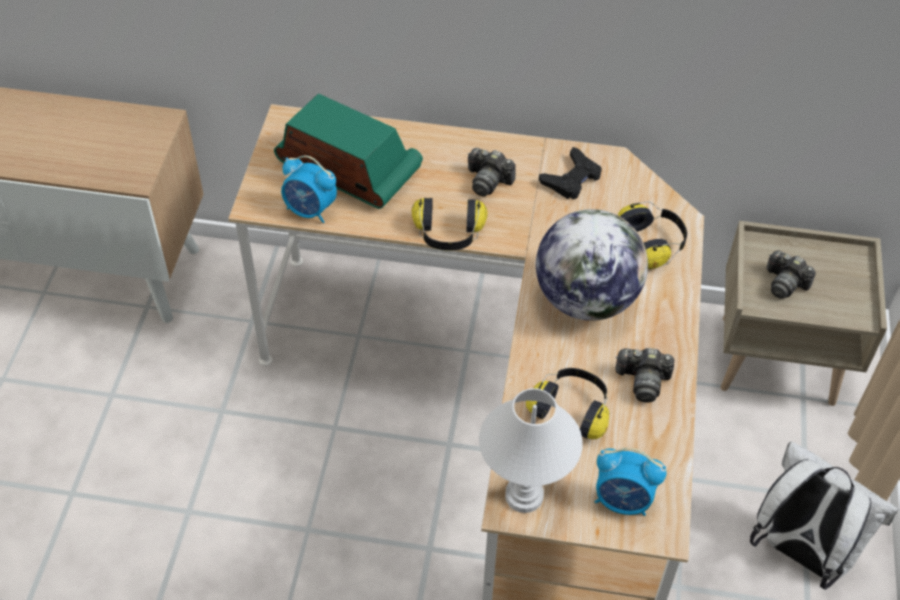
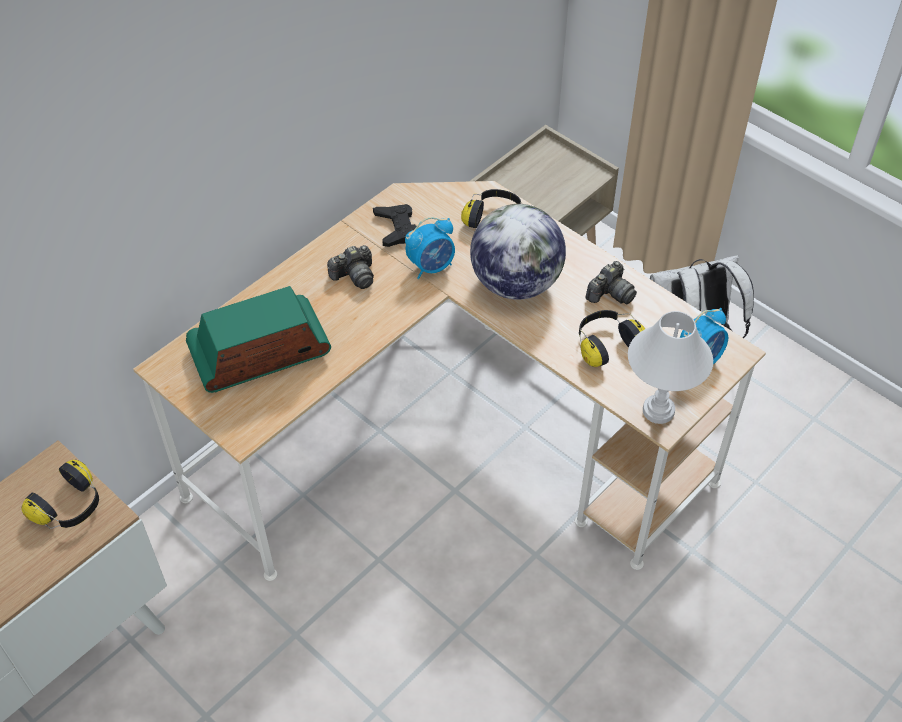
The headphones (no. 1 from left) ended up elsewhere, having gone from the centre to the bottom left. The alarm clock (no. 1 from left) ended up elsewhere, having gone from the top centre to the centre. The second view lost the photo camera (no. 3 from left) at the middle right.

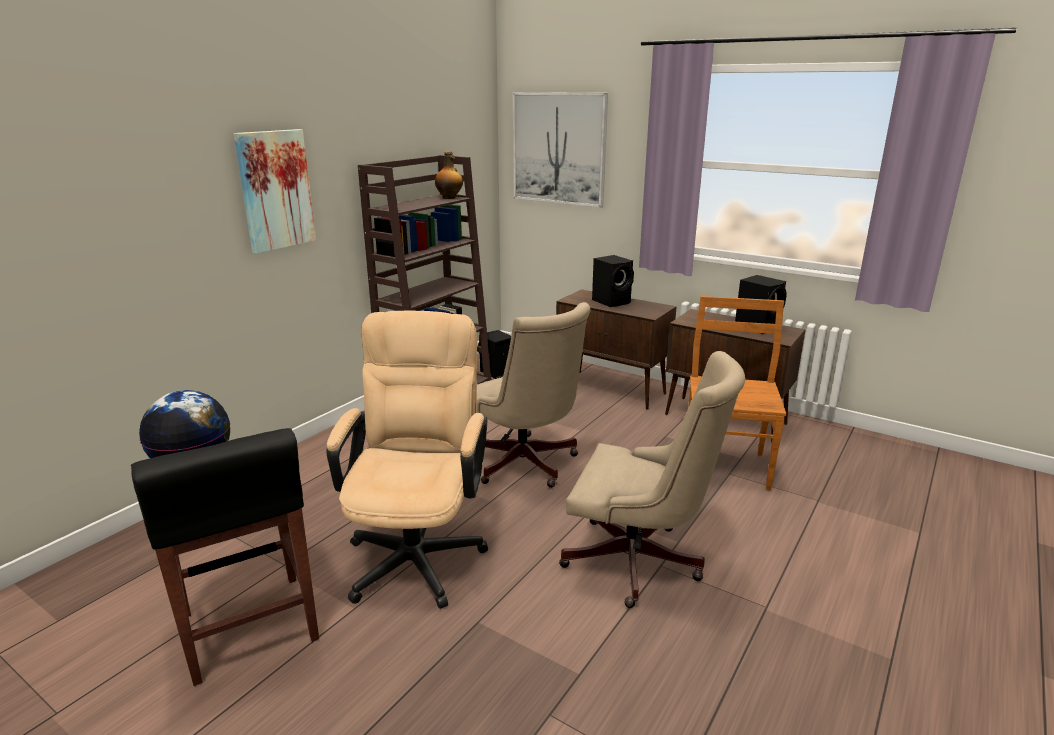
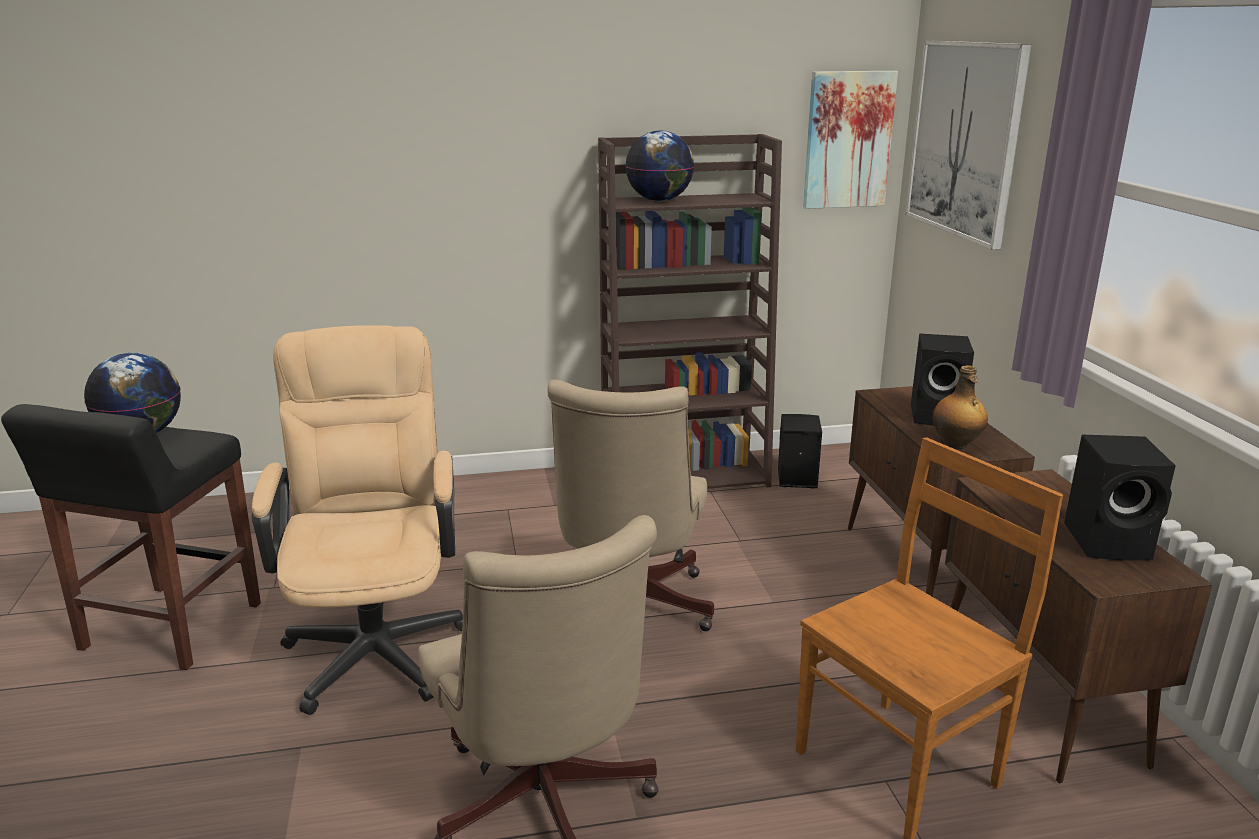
The beige office chair (no. 1 from left) at the centre ended up facing another way, 60 degrees counterclockwise from before. The second view gained the globe (no. 2 from left) at the top centre. The picture (no. 1 from left) ended up elsewhere, having gone from the top left to the top right. The bottle ended up elsewhere, having gone from the top centre to the middle right.

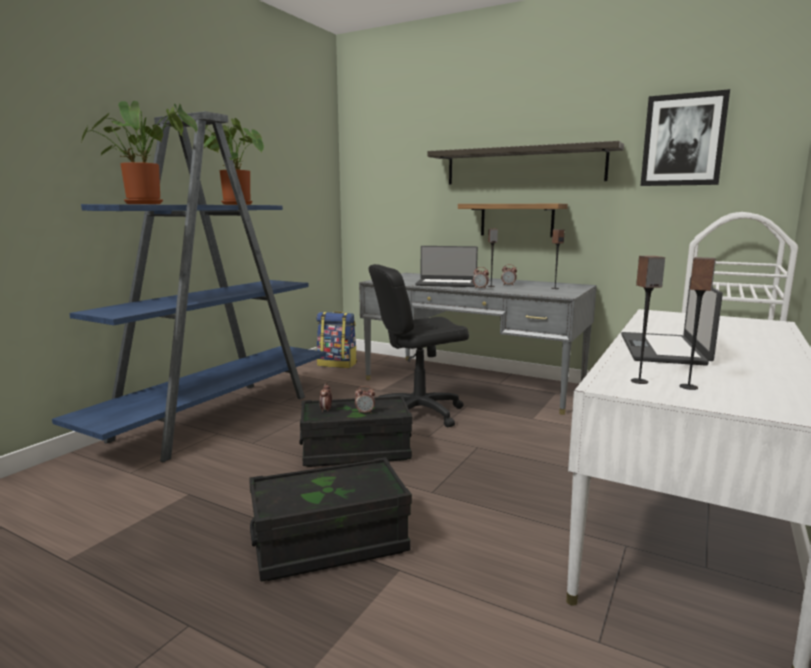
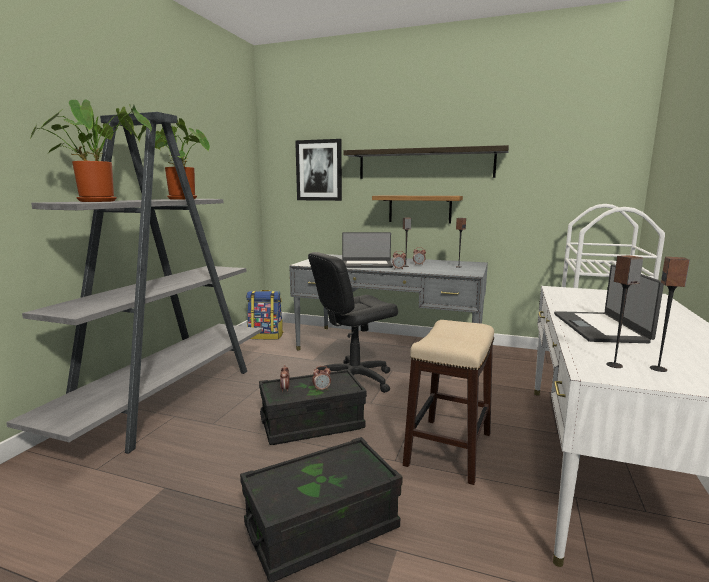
What was the blue bookcase at the middle left turned into the grey bookcase at the middle left. The picture ended up elsewhere, having gone from the top right to the top centre. The second view gained the stool at the bottom centre.

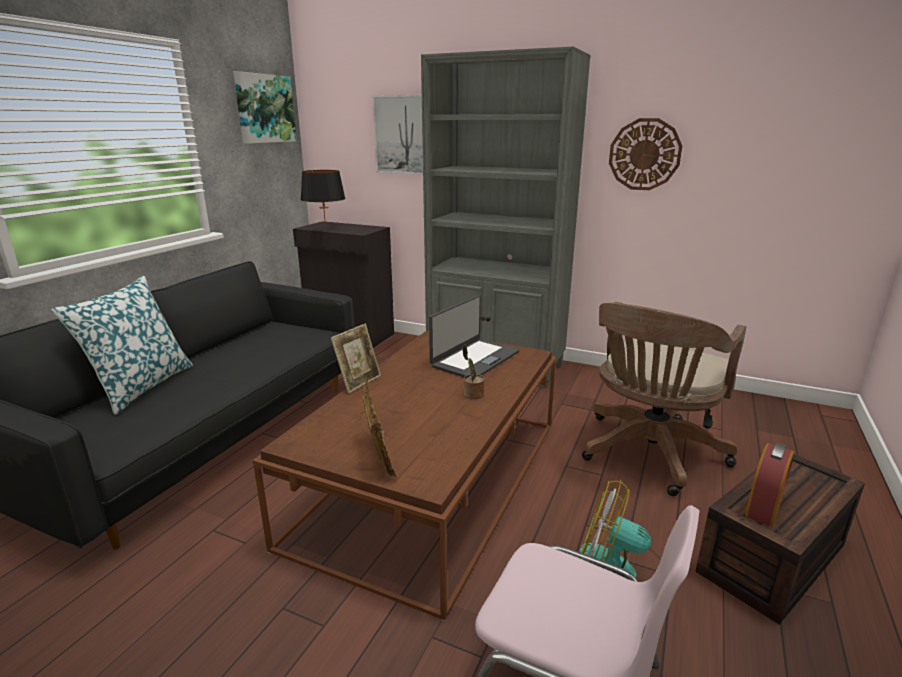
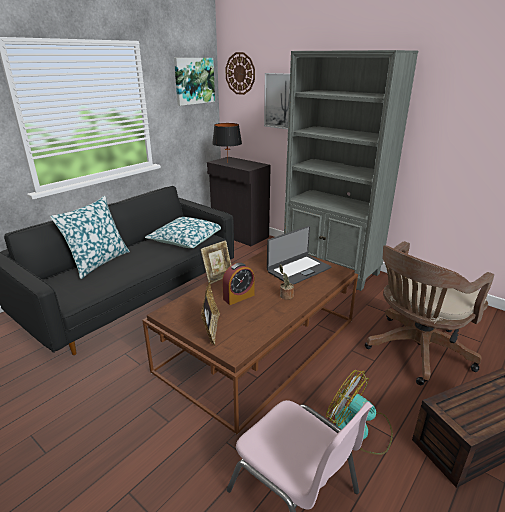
The second view gained the pillow (no. 2 from left) at the centre. The alarm clock ended up elsewhere, having gone from the bottom right to the centre. The wall clock ended up elsewhere, having gone from the top right to the top centre.

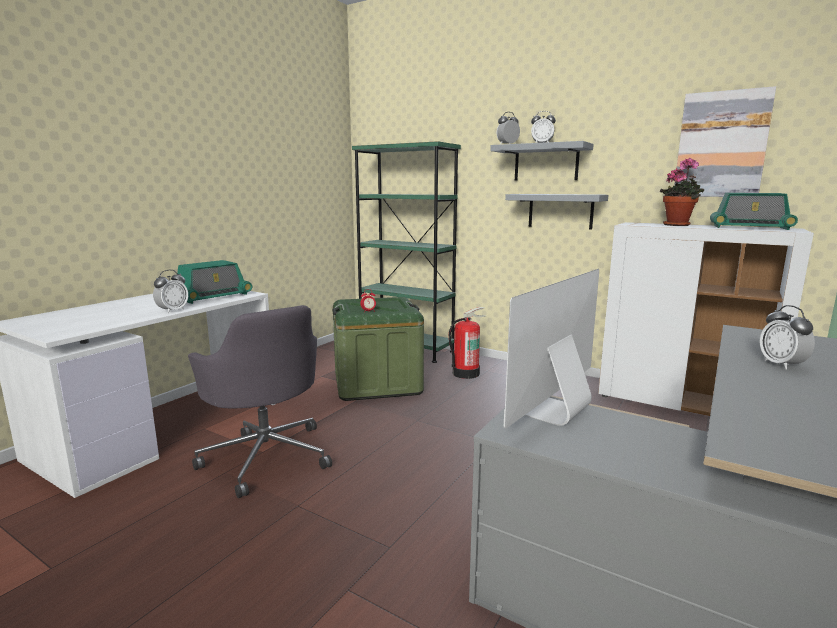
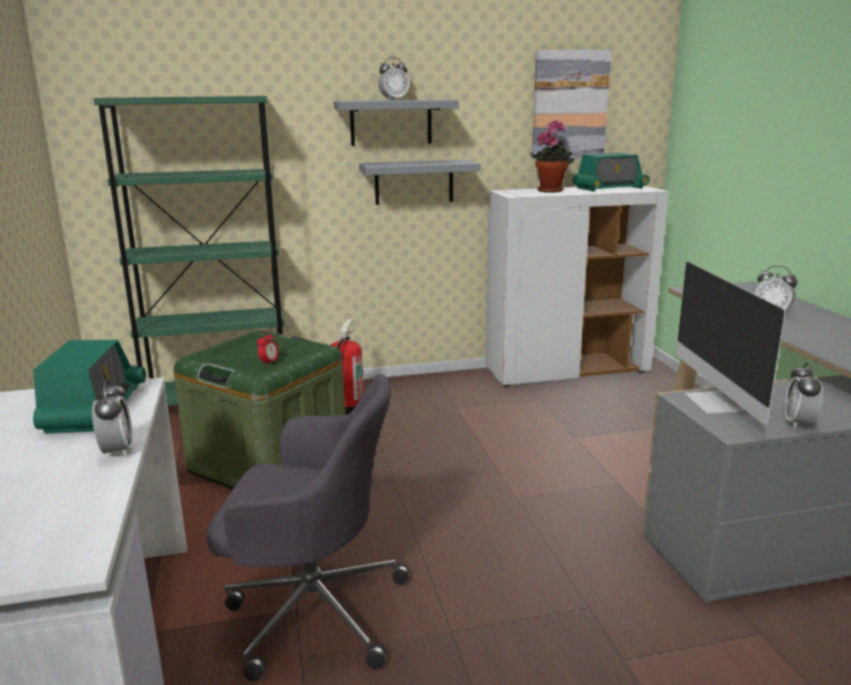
The alarm clock (no. 3 from left in the first image) ended up elsewhere, having gone from the top centre to the middle right.

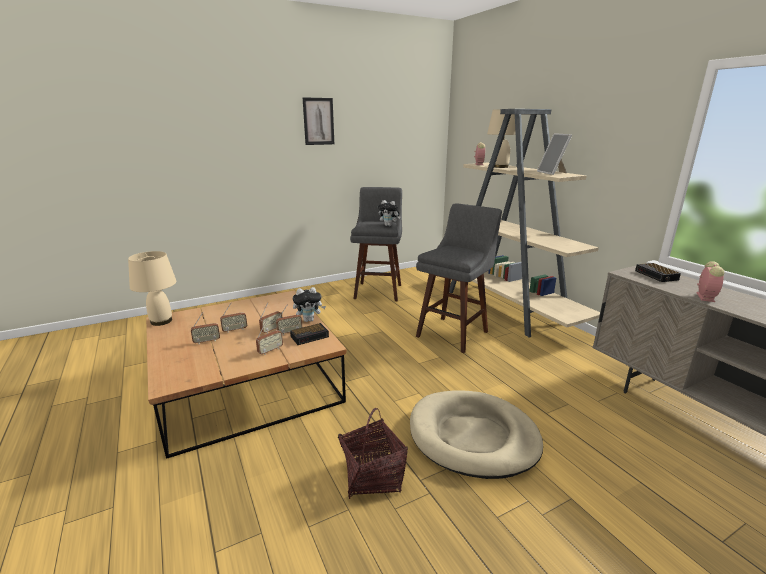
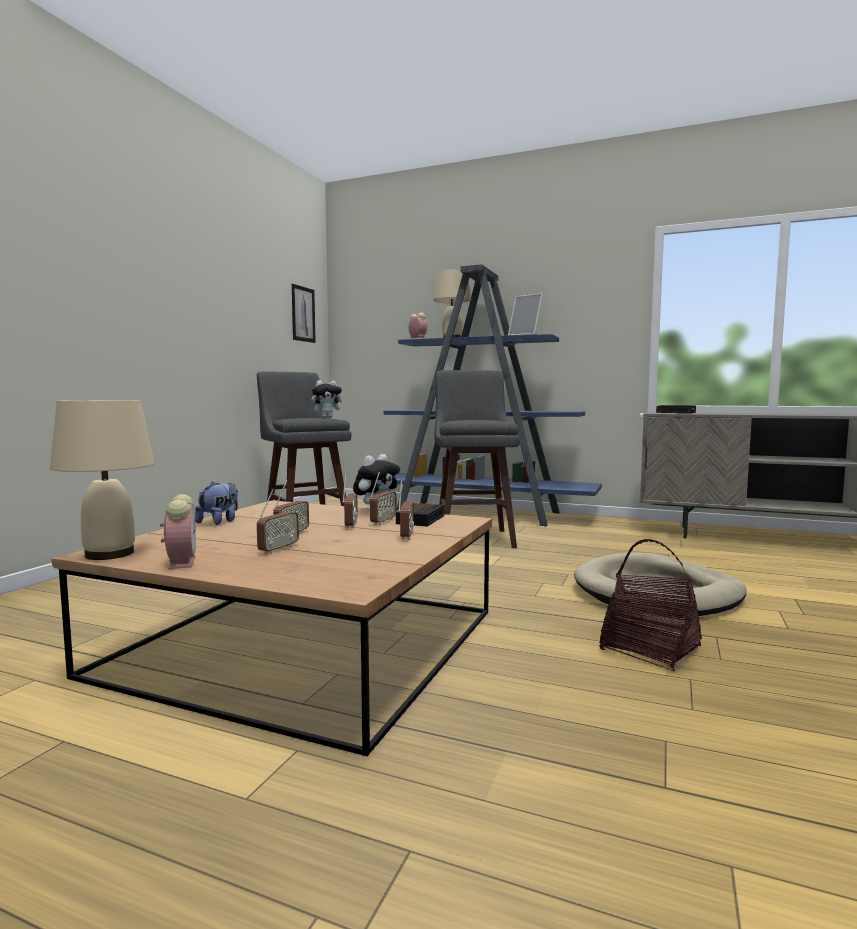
The alarm clock (no. 4 from left in the first image) ended up elsewhere, having gone from the middle right to the middle left. The second view gained the plush toy (no. 1 from left) at the middle left. The picture ended up elsewhere, having gone from the top centre to the centre. What was the beige bookcase at the middle right turned into the blue bookcase at the centre.

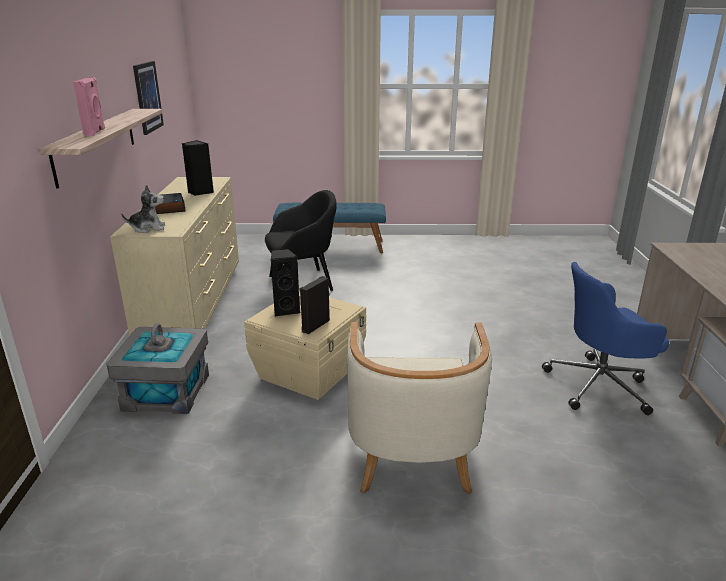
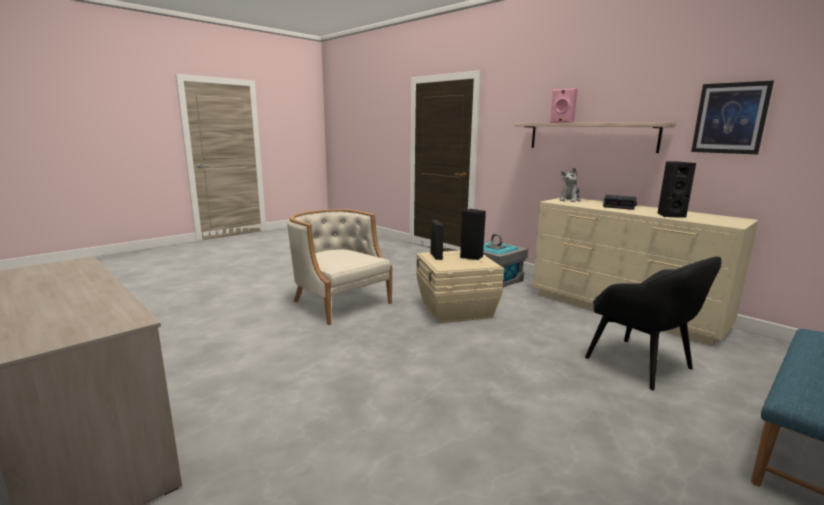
The black armchair at the centre ended up facing another way, 60 degrees counterclockwise from before. The second view lost the blue office chair at the middle right.

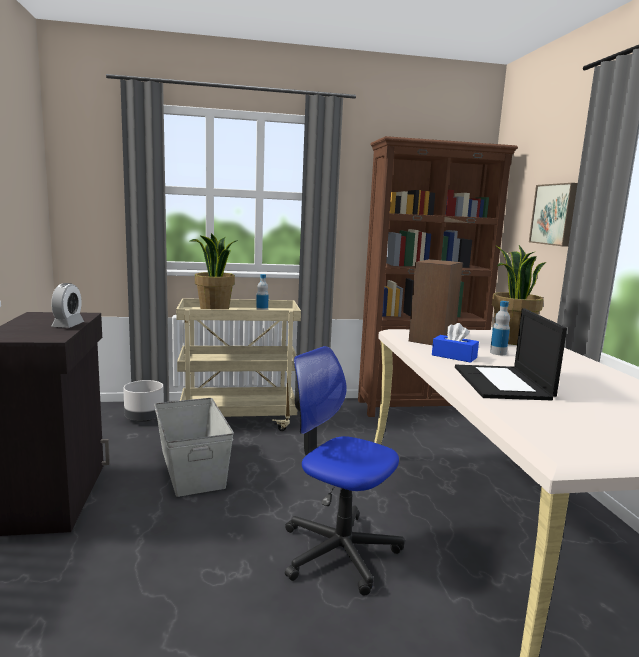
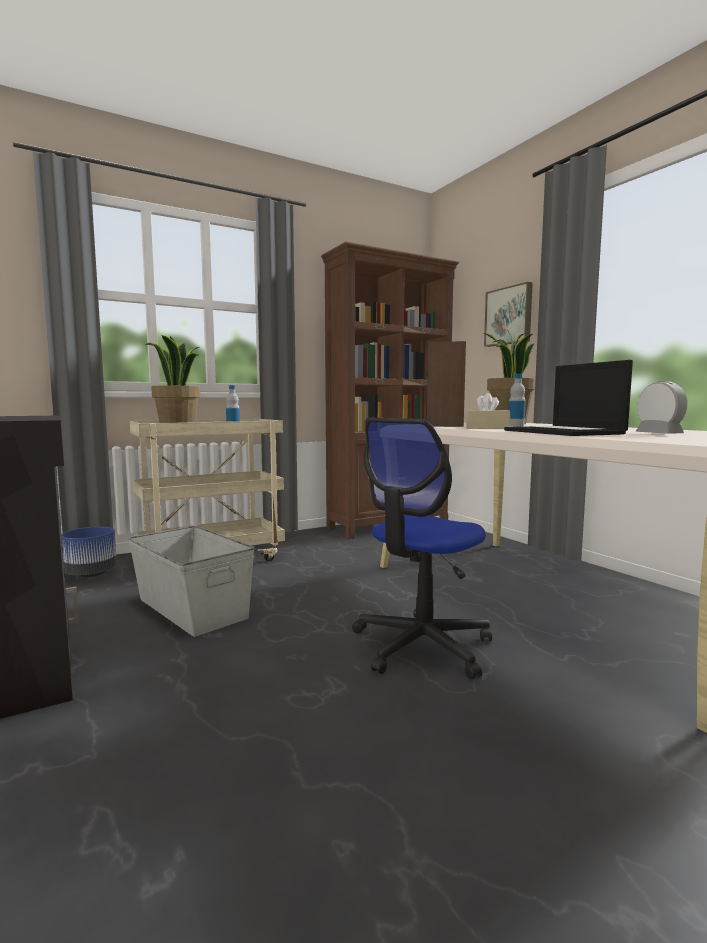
What was the grey planter at the middle left turned into the blue planter at the middle left. The office chair at the bottom centre ended up facing another way, 60 degrees counterclockwise from before. What was the blue tissue box at the middle right turned into the beige tissue box at the middle right. The alarm clock ended up elsewhere, having gone from the middle left to the middle right.

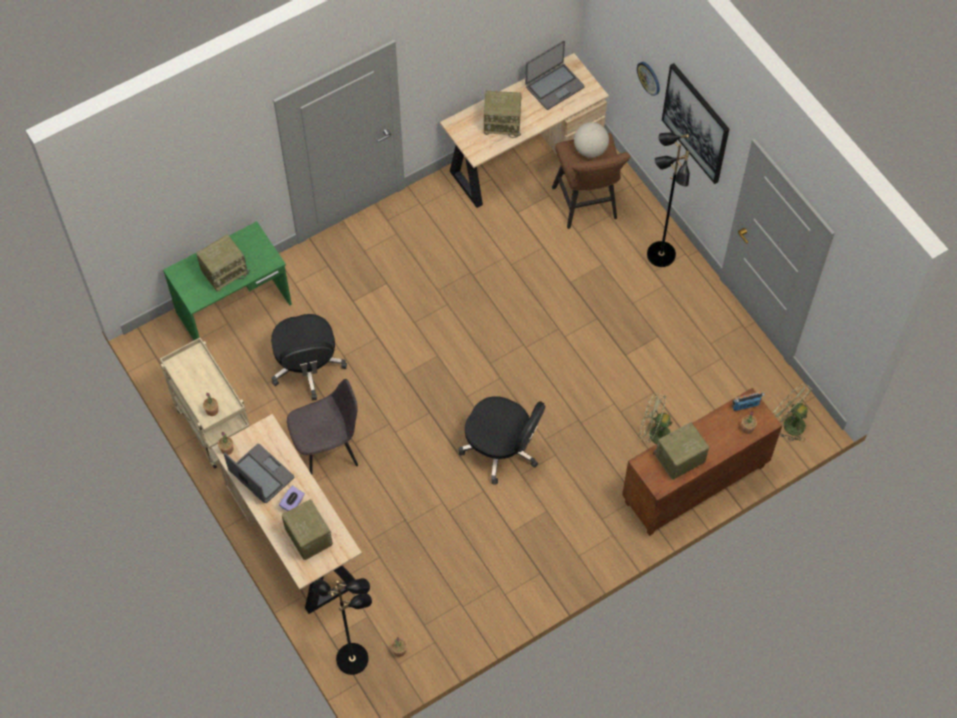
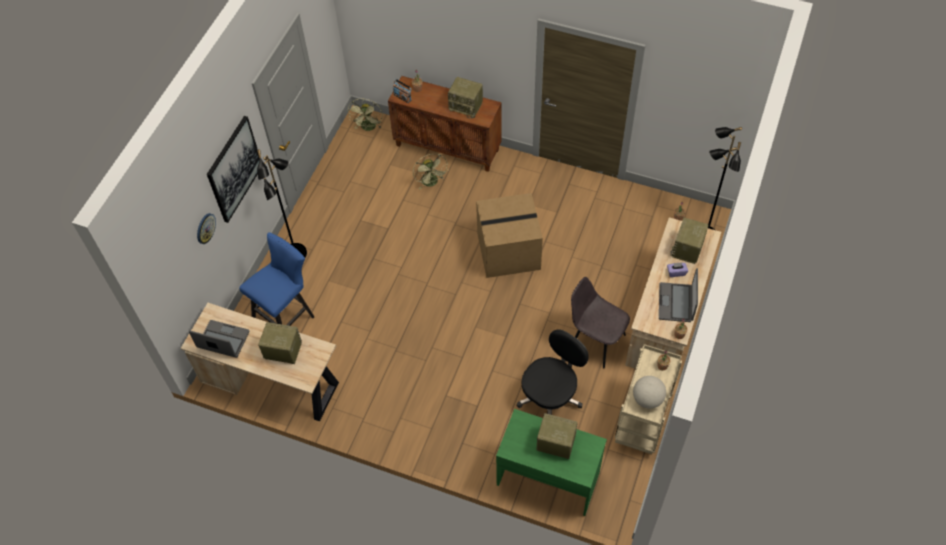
What was the brown stool at the top centre turned into the blue stool at the middle left. The radio (no. 3 from left in the first image) at the top centre ended up facing another way, 45 degrees counterclockwise from before. Where the black office chair (no. 2 from left) stood at the centre, the cardboard box came to stand at the centre. The globe ended up elsewhere, having gone from the top centre to the bottom right.

